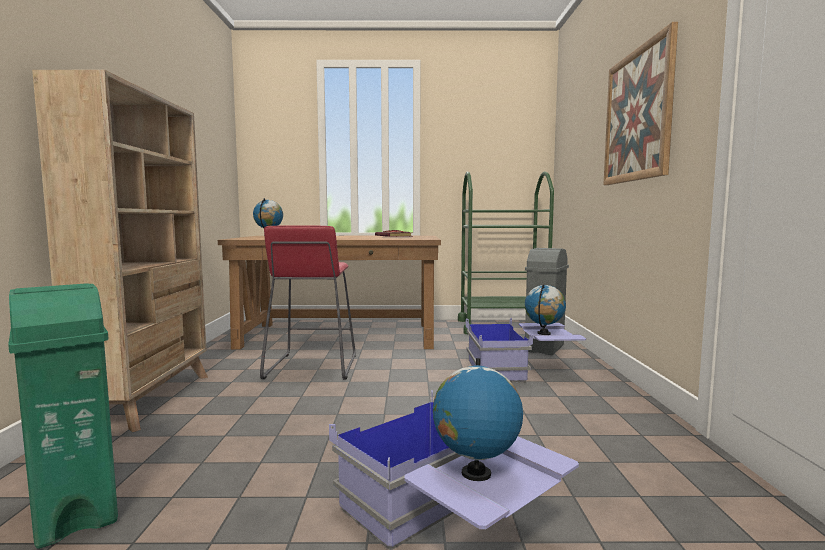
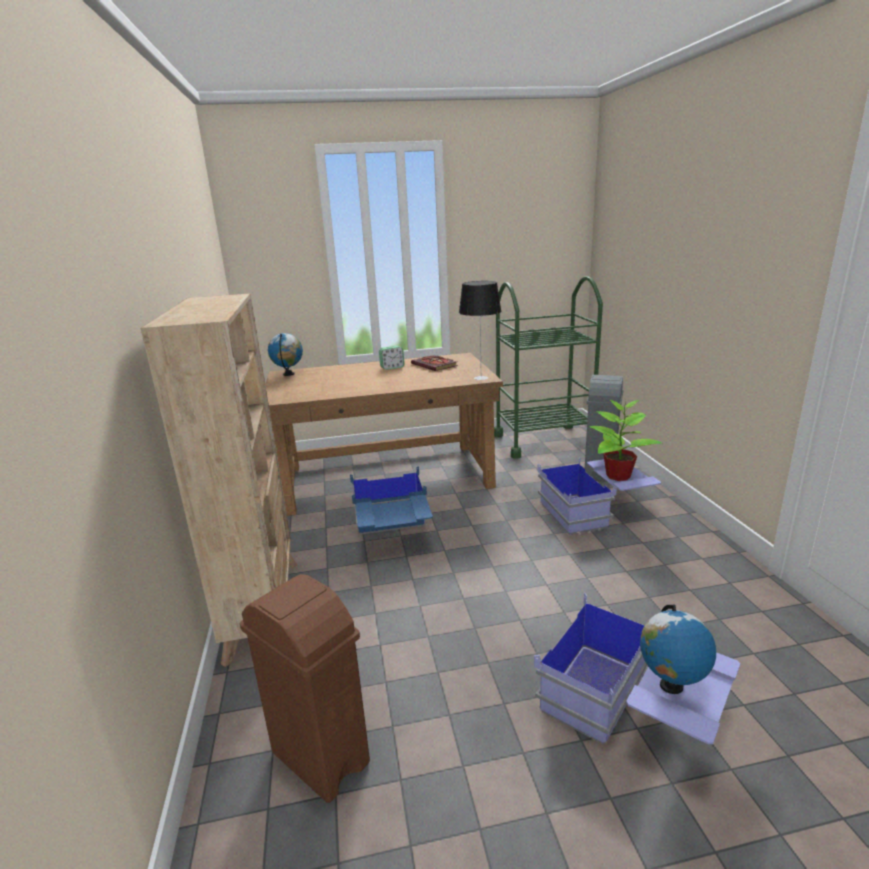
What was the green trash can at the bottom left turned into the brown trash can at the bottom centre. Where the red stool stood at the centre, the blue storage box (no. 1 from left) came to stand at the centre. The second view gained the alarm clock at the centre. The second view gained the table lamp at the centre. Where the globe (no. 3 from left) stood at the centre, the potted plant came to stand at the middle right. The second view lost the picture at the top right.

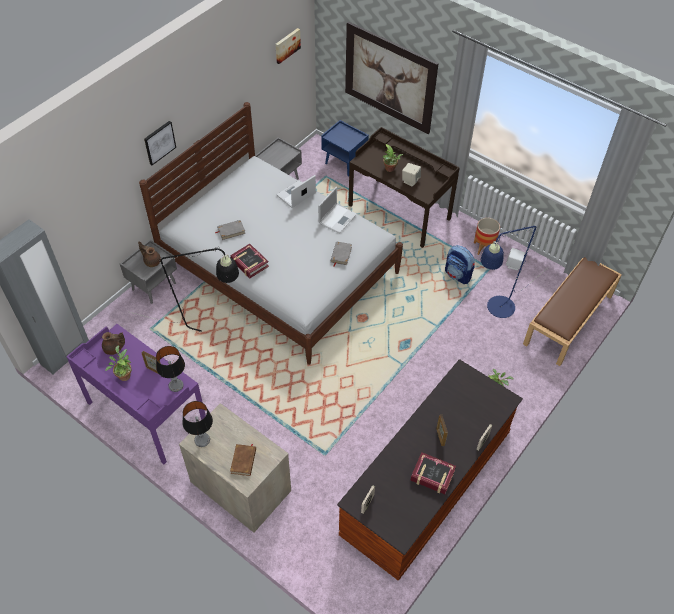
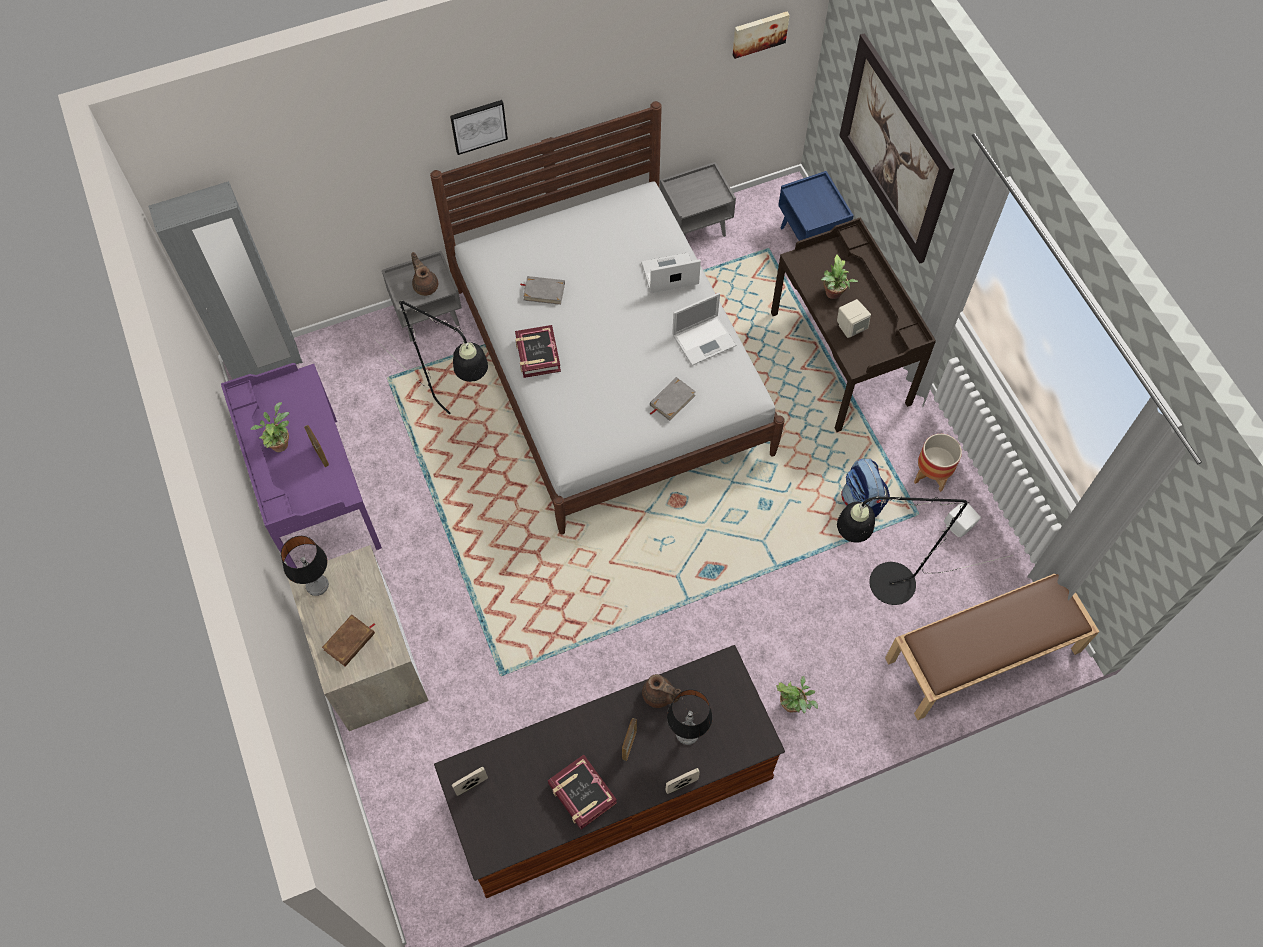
The brown teapot (no. 1 from left in the first image) ended up elsewhere, having gone from the middle left to the bottom centre. The table lamp (no. 1 from left in the first image) ended up elsewhere, having gone from the middle left to the bottom centre. What was the blue floor lamp at the middle right turned into the black floor lamp (no. 2 from left) at the middle right.

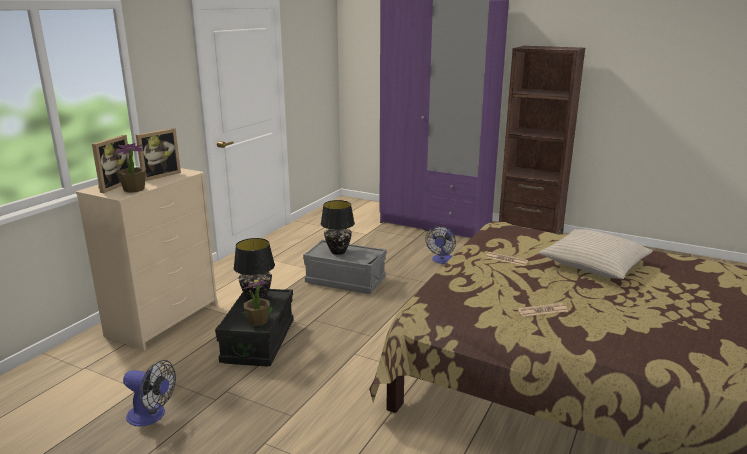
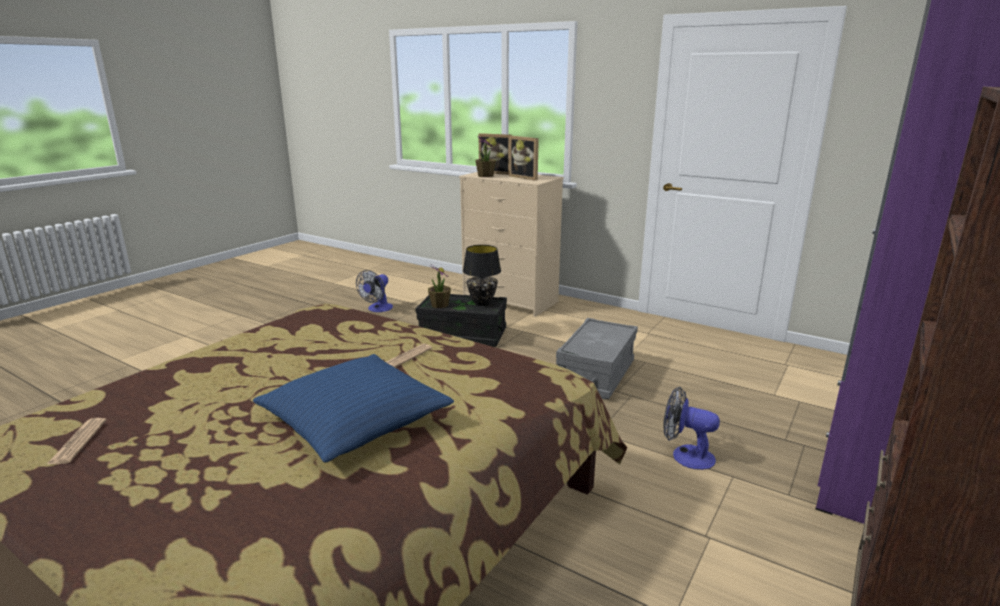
The newspaper (no. 2 from left in the first image) ended up elsewhere, having gone from the bottom right to the bottom left. What was the beige pillow at the middle right turned into the blue pillow at the bottom centre. The second view lost the black table lamp (no. 2 from left) at the centre.

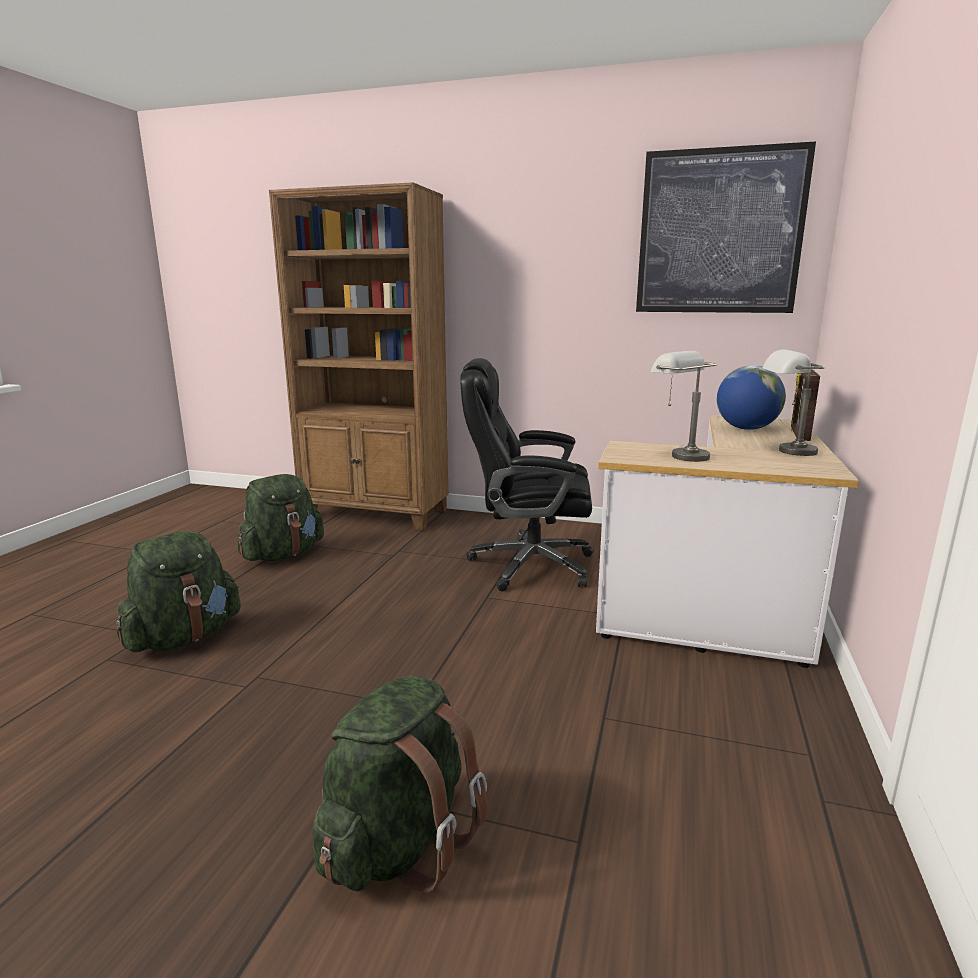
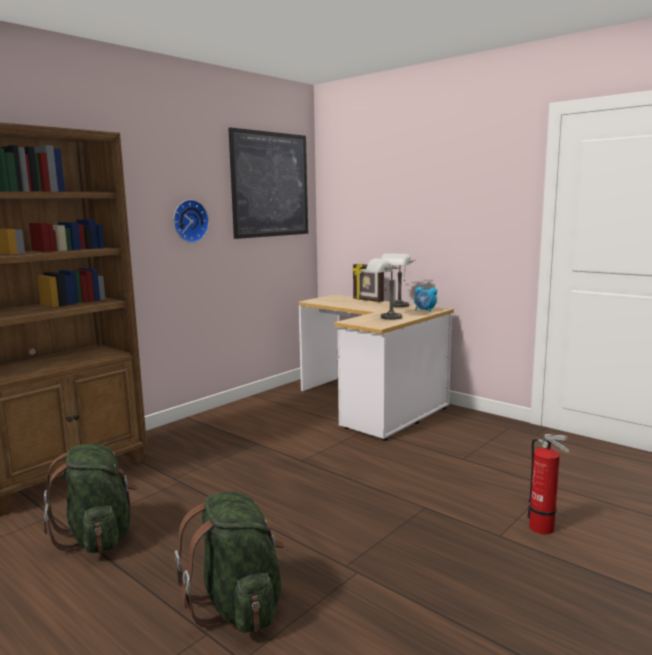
The second view gained the wall clock at the middle left. The second view gained the alarm clock at the centre. Where the green backpack (no. 3 from left) stood at the bottom centre, the fire extinguisher came to stand at the bottom right. The second view lost the black office chair at the centre. The second view lost the globe at the middle right.

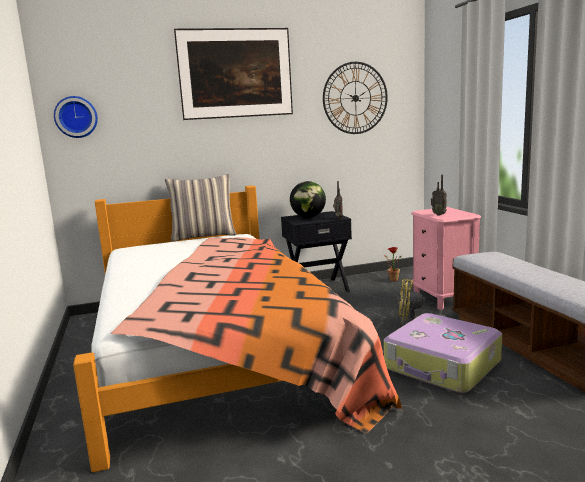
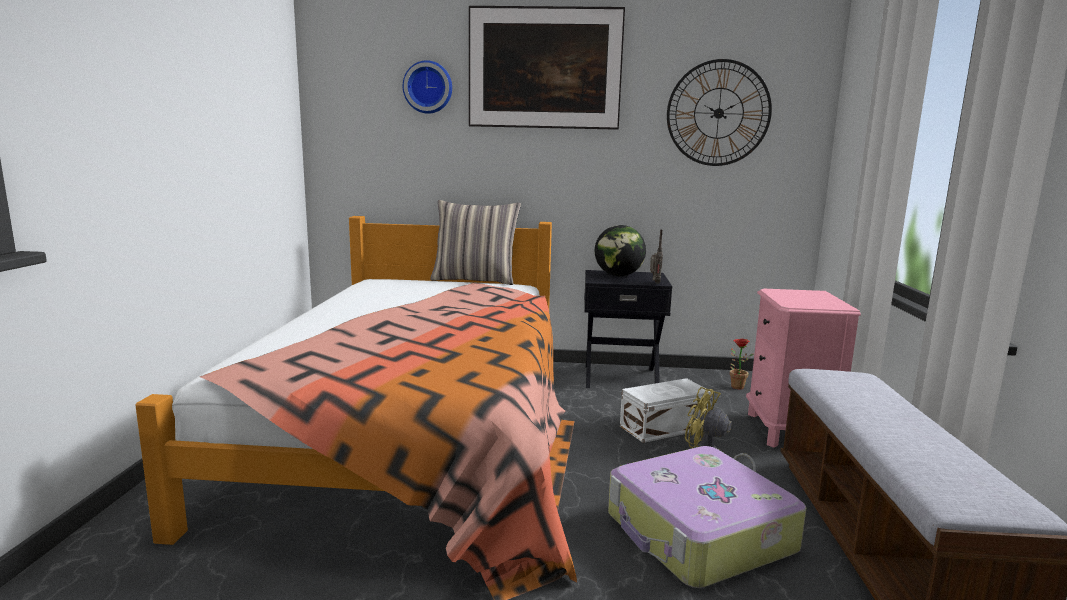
The wall clock (no. 1 from left) ended up elsewhere, having gone from the top left to the top centre. The second view gained the white storage box at the bottom centre. The second view lost the radio (no. 2 from left) at the middle right.

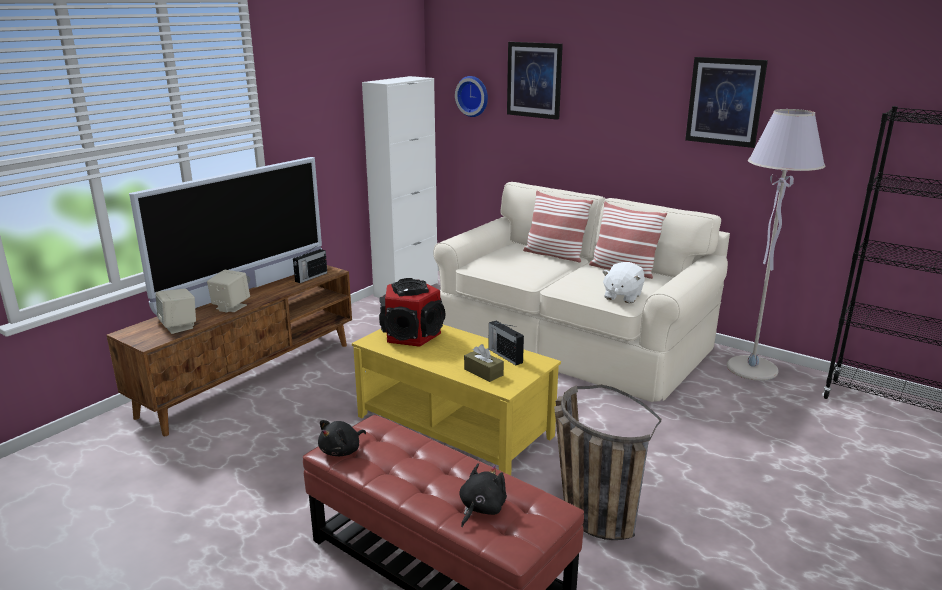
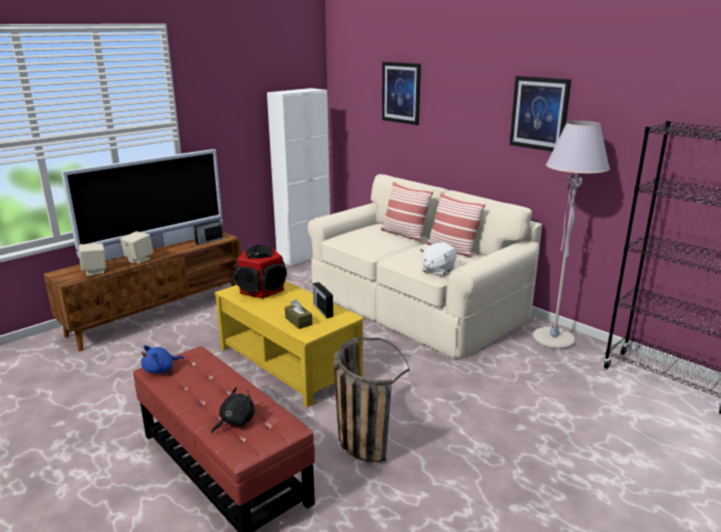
What was the black plush toy (no. 1 from left) at the bottom centre turned into the blue plush toy at the bottom left. The second view lost the wall clock at the top centre.

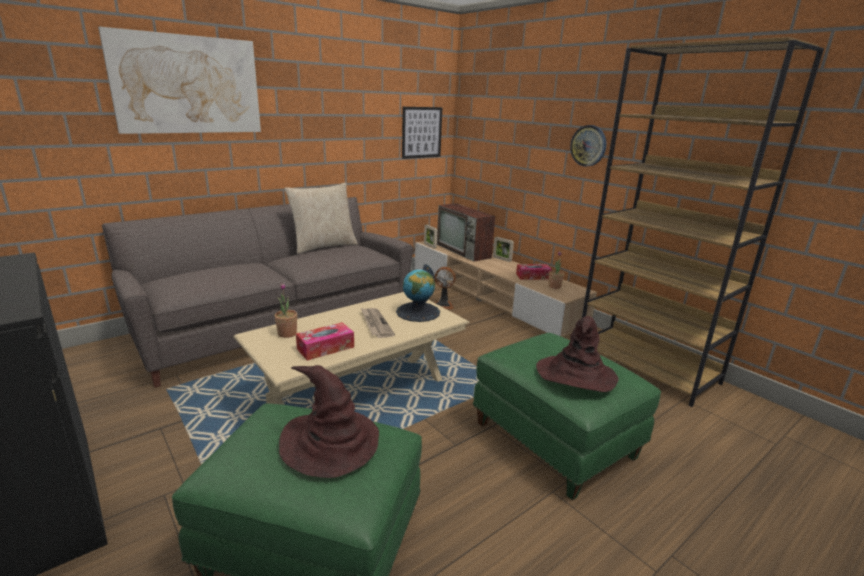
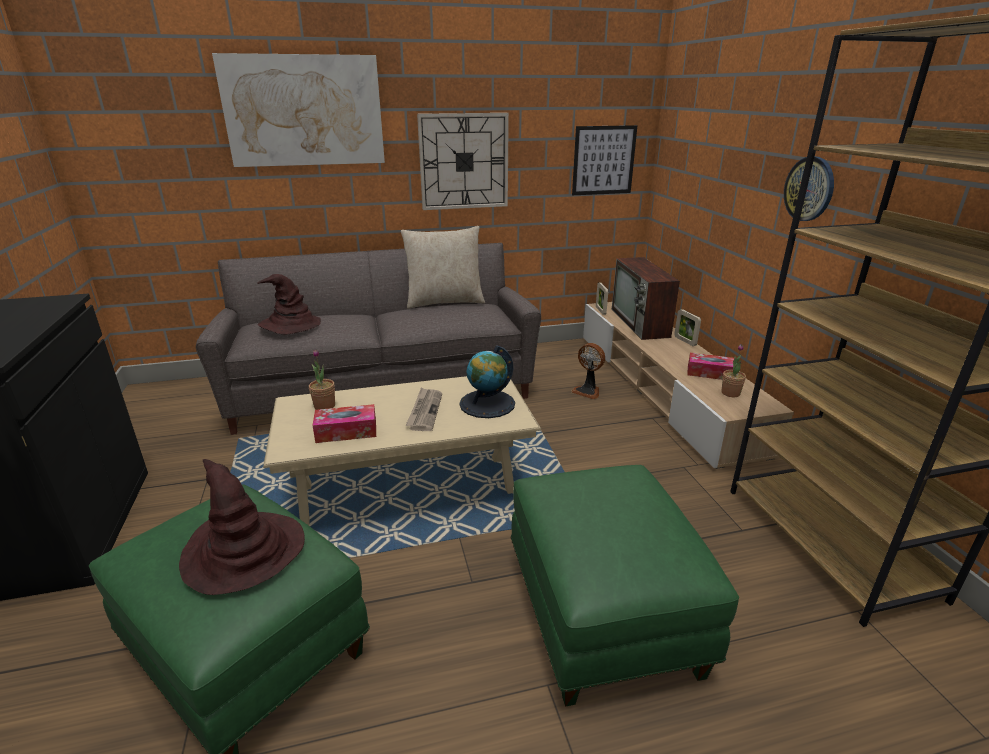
The brown hat (no. 2 from left) ended up elsewhere, having gone from the middle right to the middle left. The second view gained the wall clock (no. 1 from left) at the top centre.

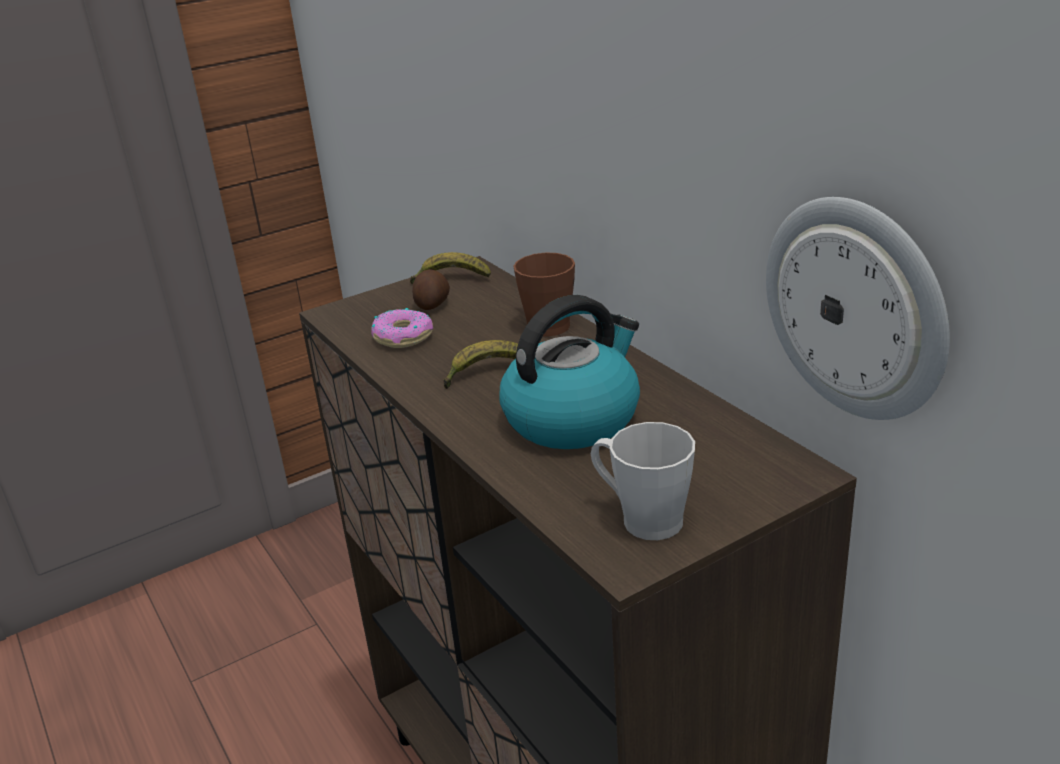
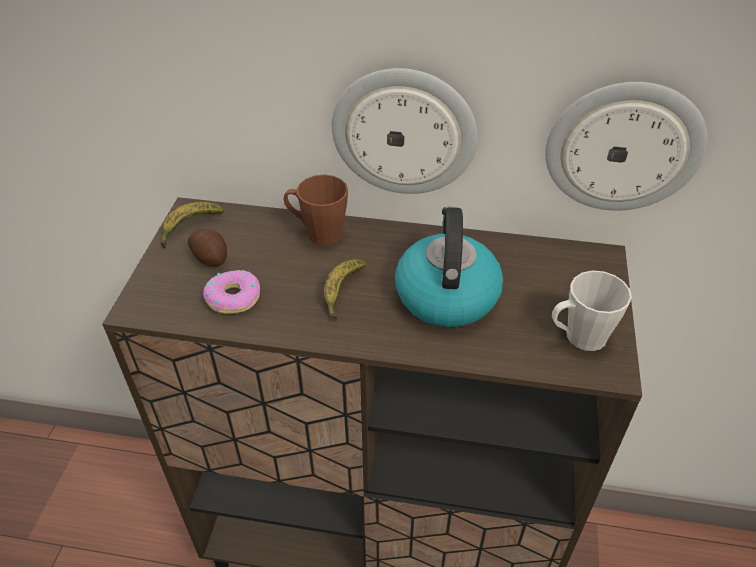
The second view gained the wall clock (no. 1 from left) at the top centre.

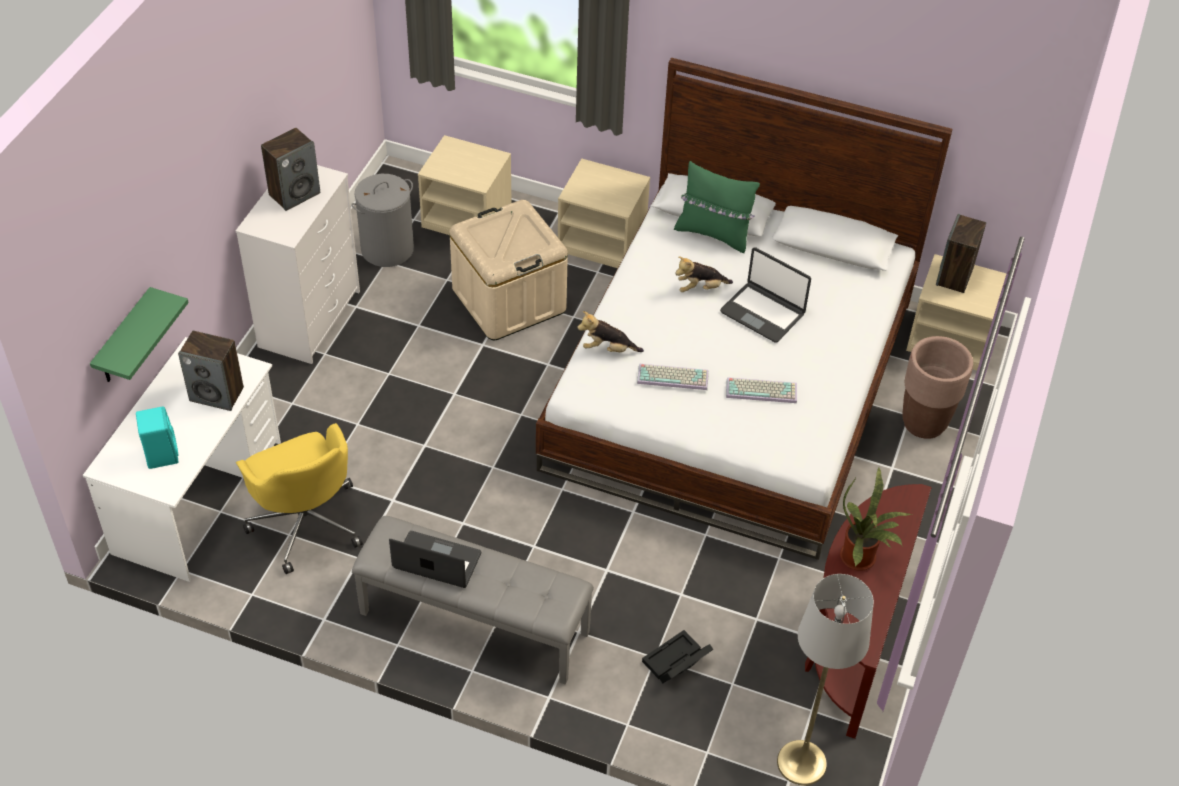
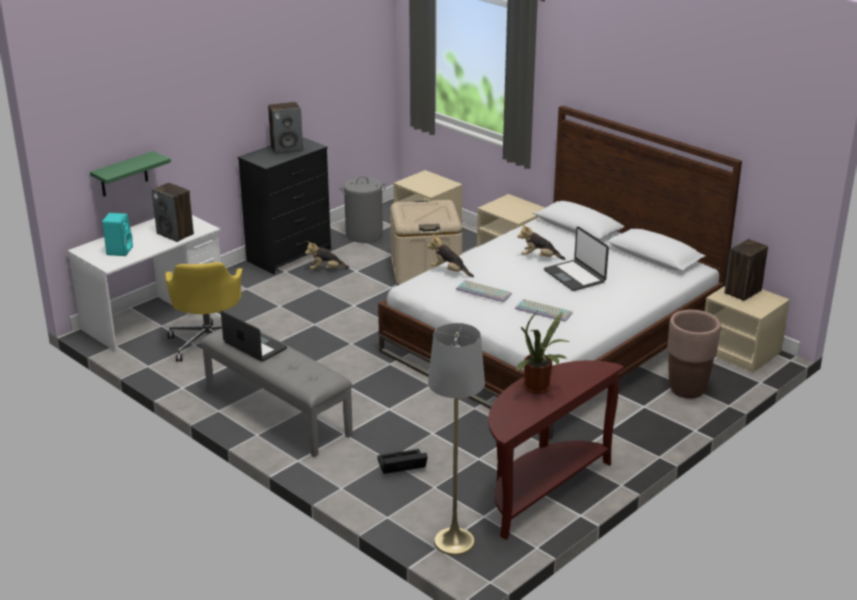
What was the white dresser at the middle left turned into the black dresser at the middle left. The second view gained the plush toy (no. 1 from left) at the centre. The second view lost the green pillow at the top centre.

